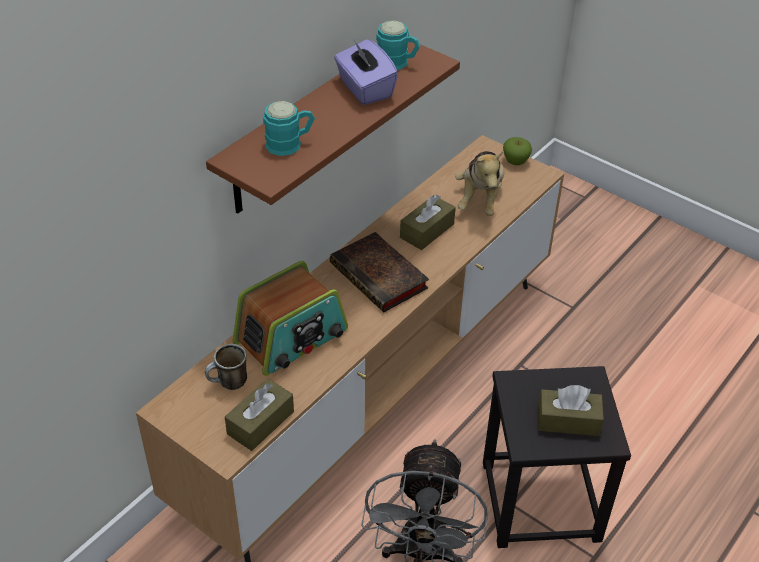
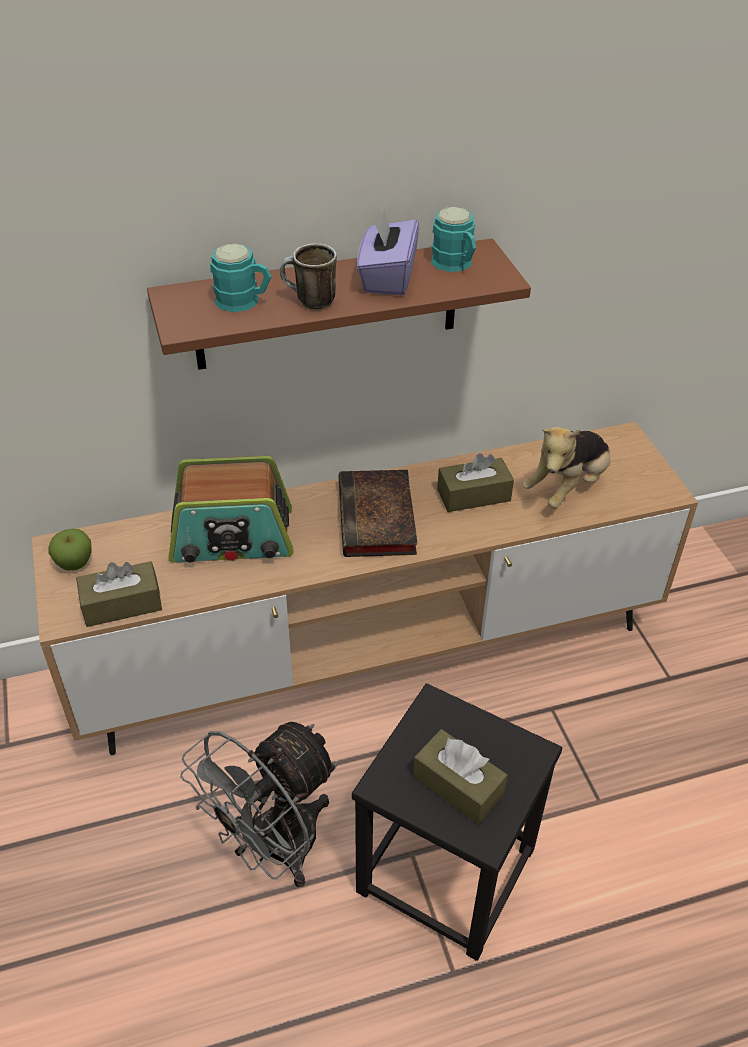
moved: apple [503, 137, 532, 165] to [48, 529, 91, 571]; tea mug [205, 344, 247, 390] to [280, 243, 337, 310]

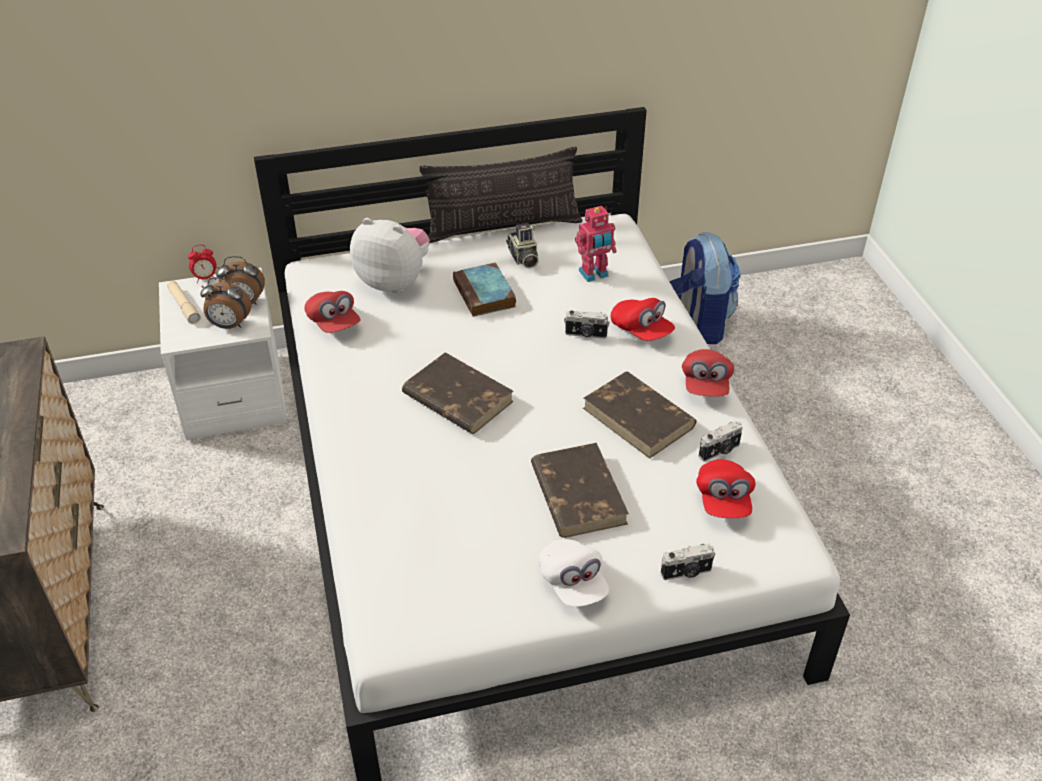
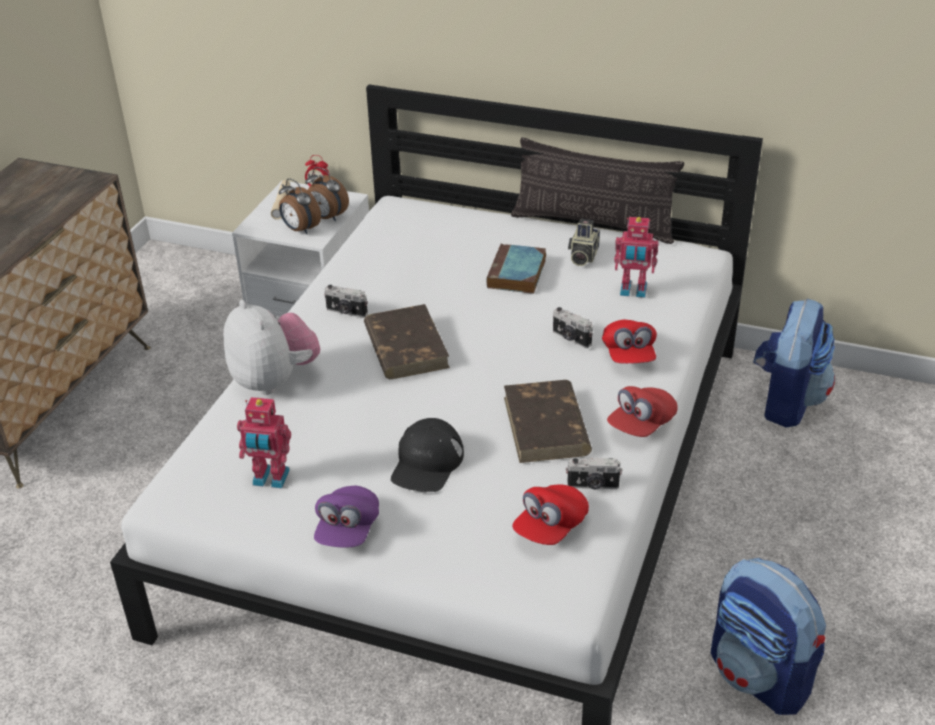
removed: red cap [304, 291, 361, 333]
added: robot figure [237, 397, 291, 488]; backpack [711, 558, 826, 715]
moved: soft toy [350, 218, 430, 293] to [223, 300, 320, 395]; photo camera [661, 544, 715, 580] to [324, 285, 368, 318]
replaced: brownish book [531, 443, 629, 538] to black-coloured cap [391, 418, 464, 492]
recoloured: whitish cap [538, 539, 609, 607] to purple-coloured cap [314, 486, 379, 548]

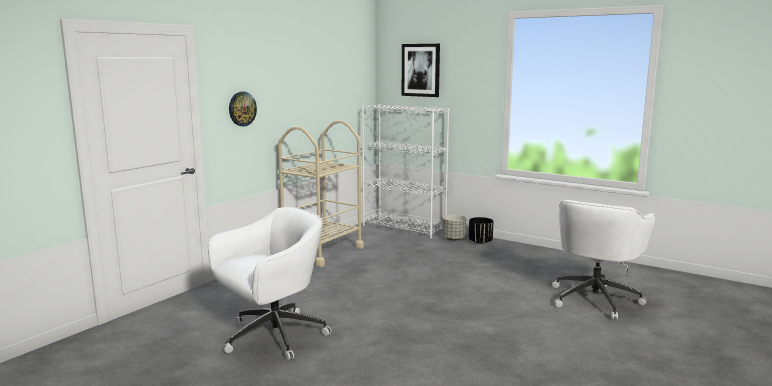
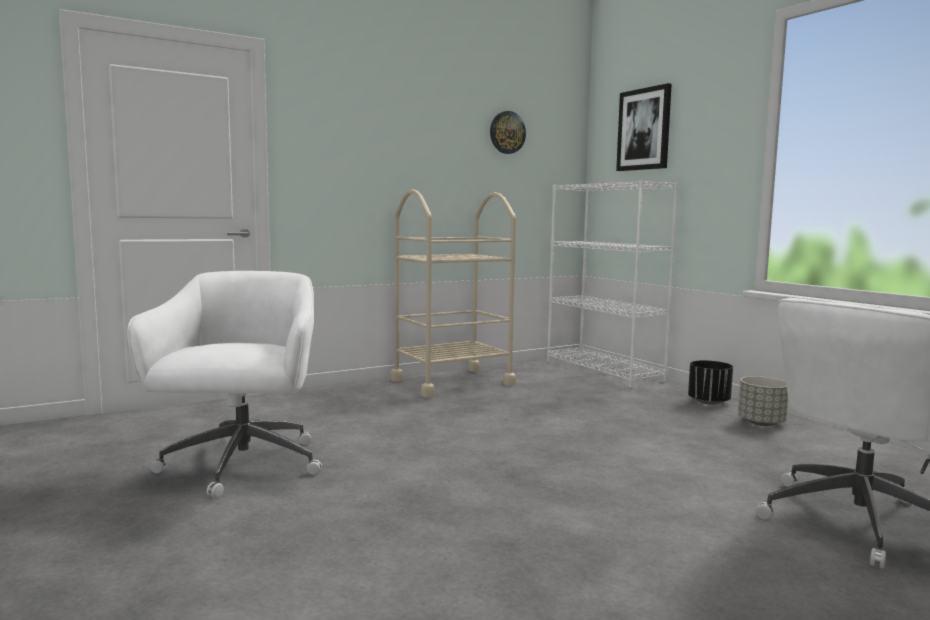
moved: hanging clock [229, 92, 257, 127] to [490, 111, 526, 154]; greyish flower pot [442, 214, 466, 241] to [738, 376, 788, 426]
turned: whitish computer chair [208, 207, 331, 360] = [127, 271, 322, 498] 75 degrees counterclockwise

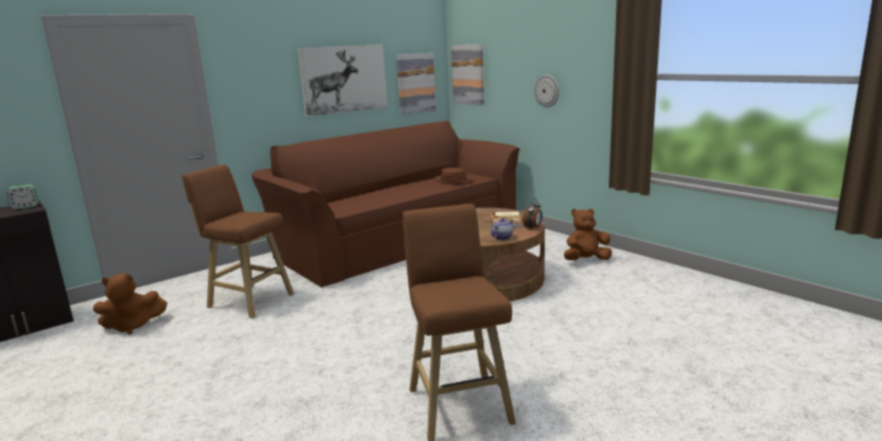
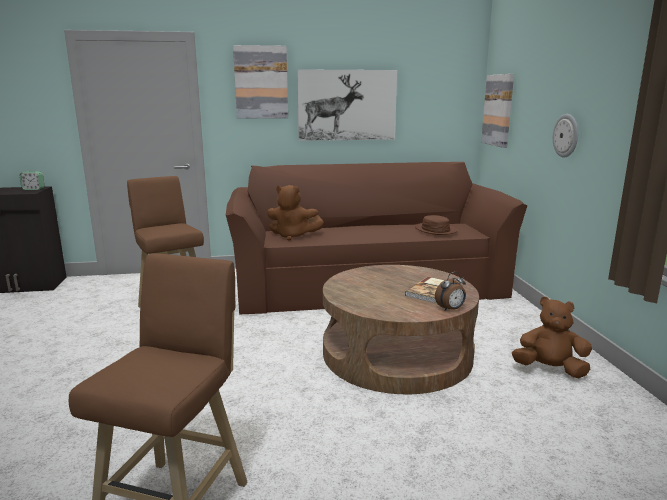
removed: teapot [491, 218, 513, 240]
moved: wall picture [397, 53, 436, 115] to [233, 45, 288, 119]; brownish soft toy [93, 273, 167, 335] to [267, 185, 324, 241]

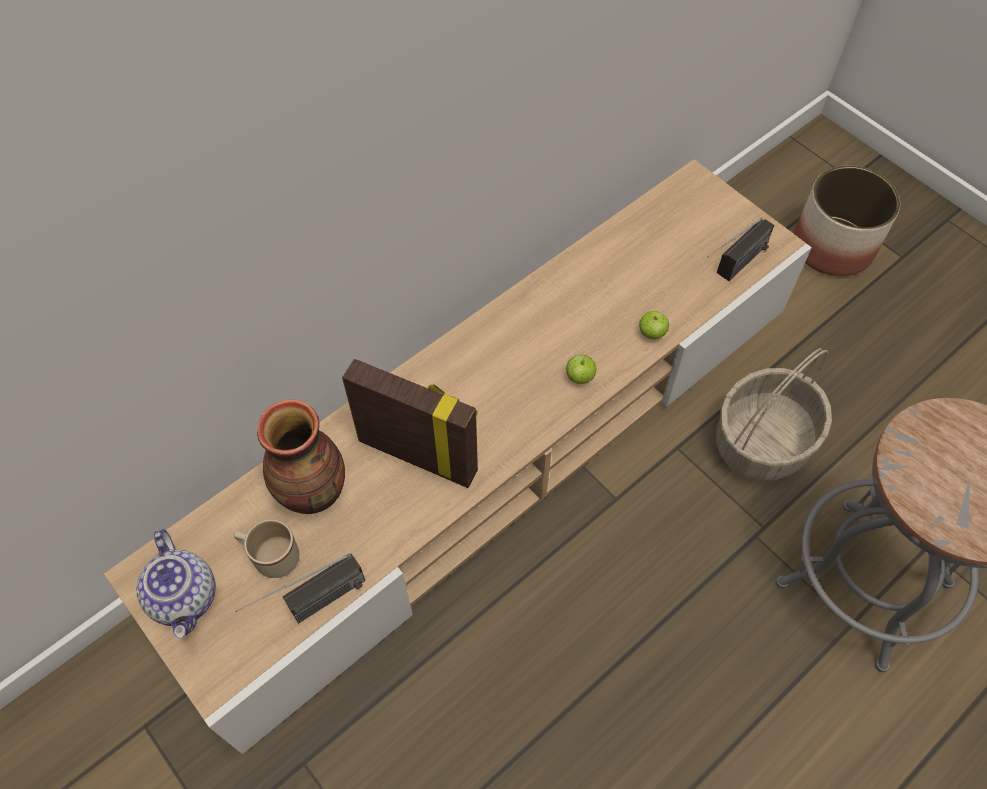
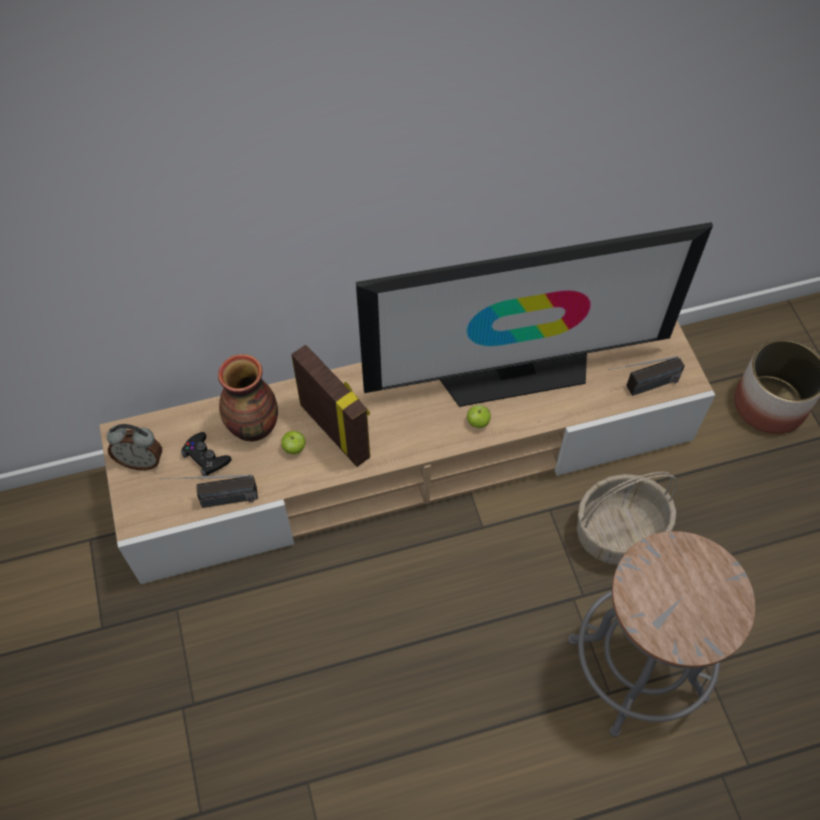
added: TV [356, 222, 713, 407]
moved: apple [639, 311, 669, 339] to [281, 431, 305, 454]
replaced: beige-coloured tea mug [234, 520, 299, 578] to black-coloured gamepad [181, 432, 231, 476]; teapot [136, 529, 216, 639] to bedside clock [107, 424, 162, 470]

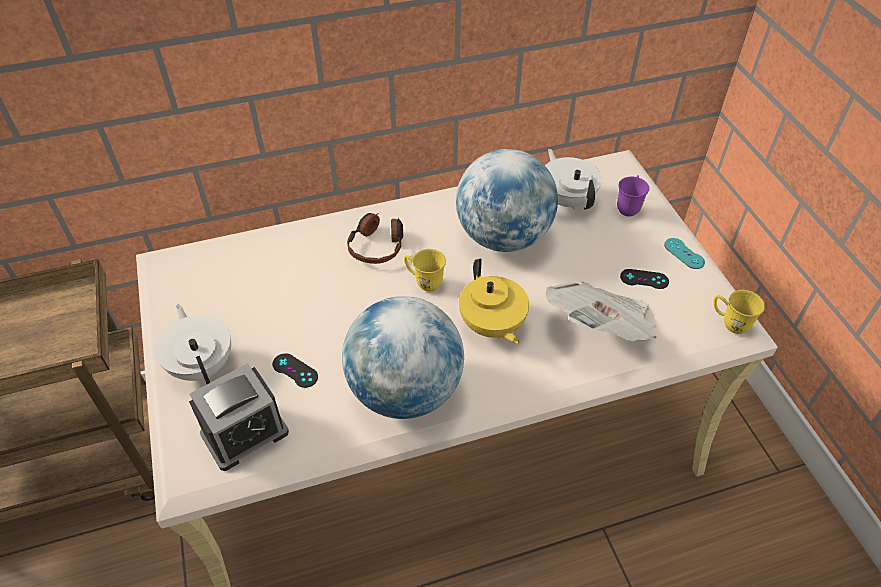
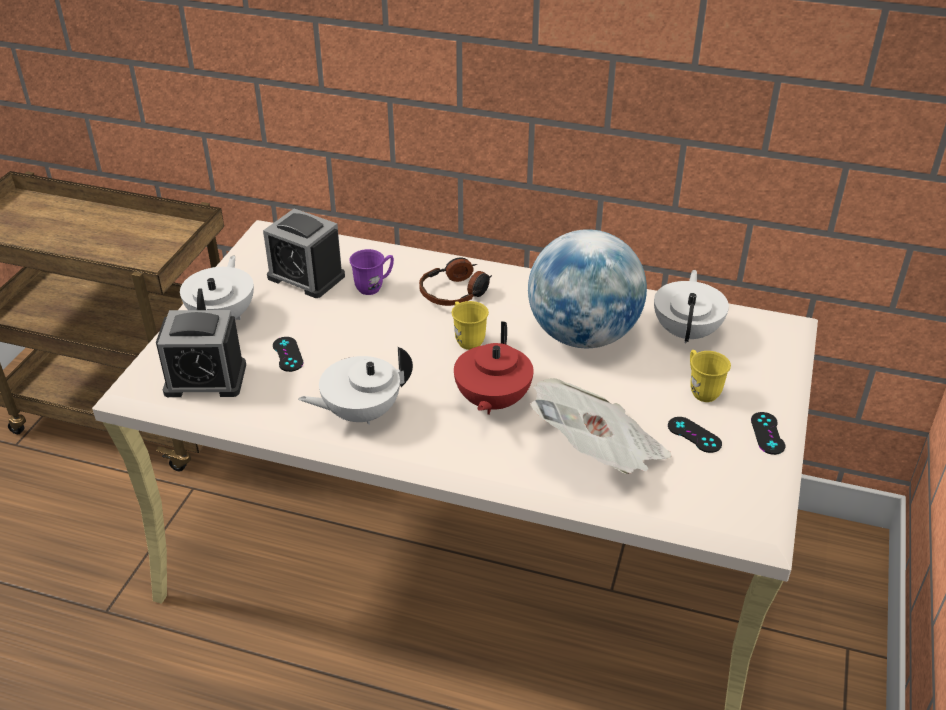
added: bedside clock [263, 208, 345, 298]
moved: purple-coloured tea mug [617, 175, 649, 216] to [349, 249, 394, 295]; yellow-coloured tea mug [714, 290, 765, 334] to [690, 350, 731, 402]
replaced: desk globe [342, 296, 464, 419] to whitish teapot [298, 347, 413, 425]
recoloured: turquoise gamepad [664, 238, 705, 269] to black-coloured gamepad [751, 412, 785, 455]; yellow-coloured teapot [459, 259, 529, 344] to red teapot [454, 321, 533, 415]

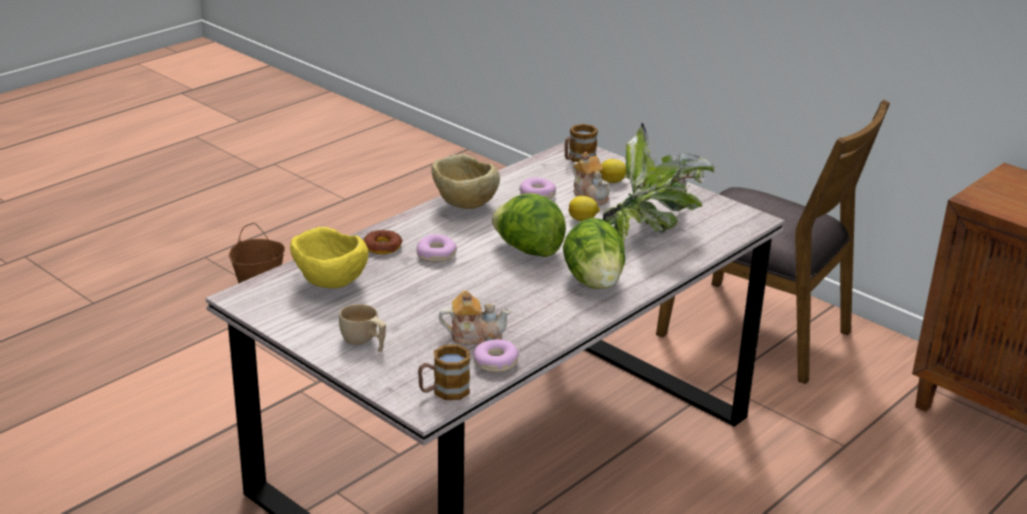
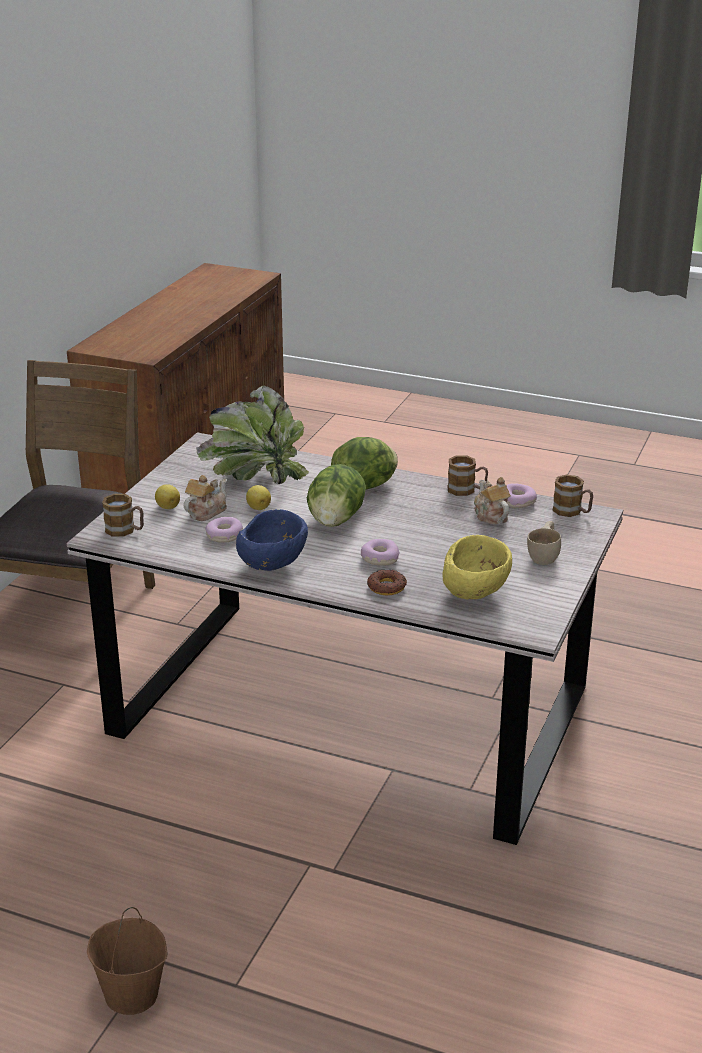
added: tea mug [447, 455, 488, 496]
recoloured: beige-coloured serving bowl [431, 154, 500, 209] to bluish serving bowl [236, 509, 308, 571]

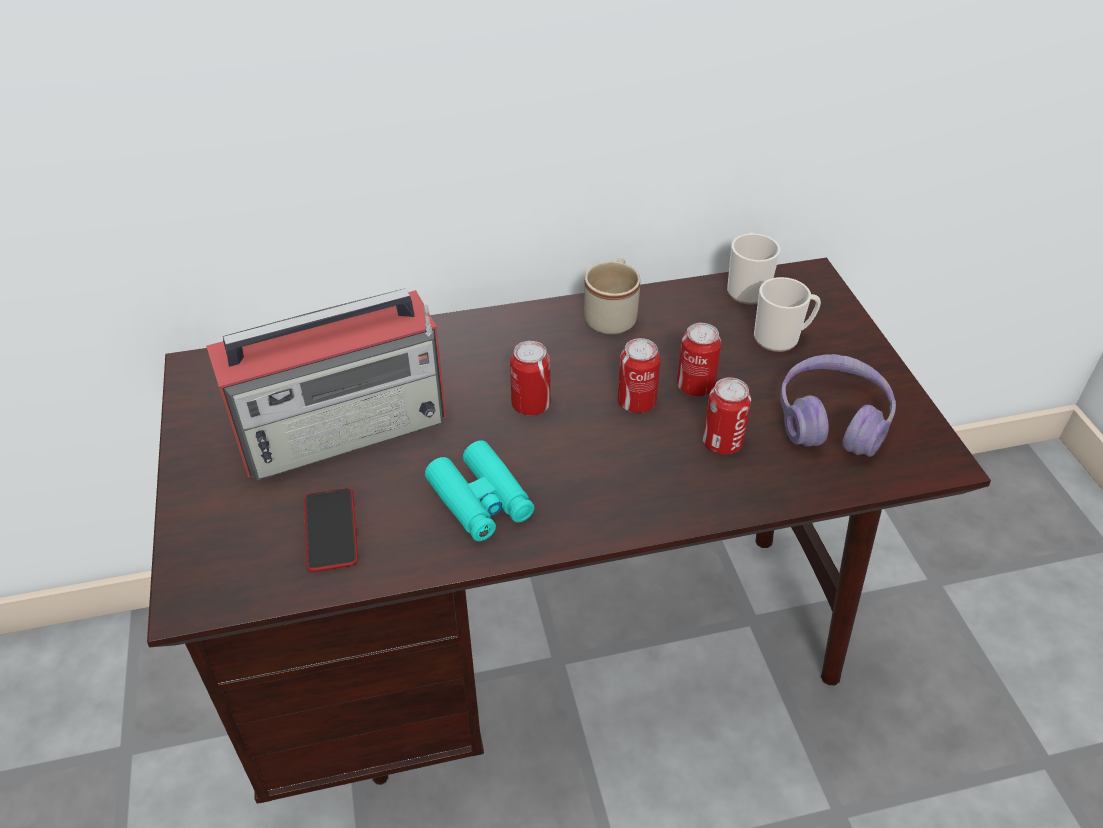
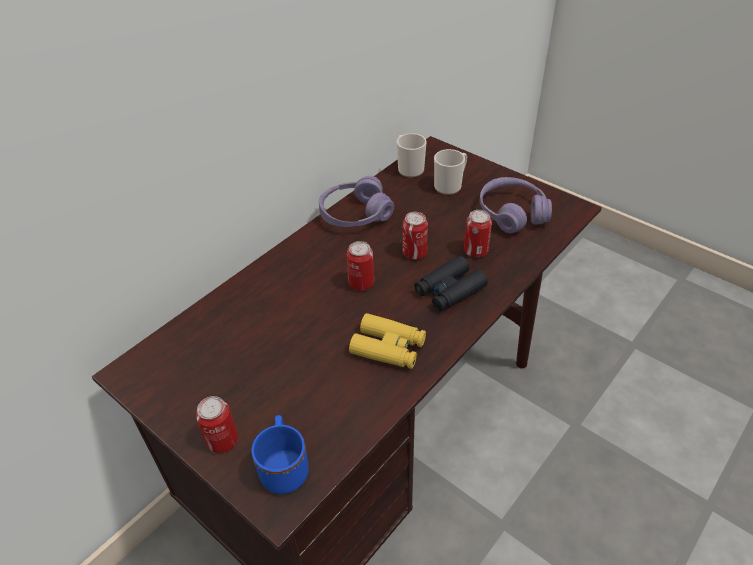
removed: radio [206, 288, 446, 481]; phone [304, 488, 358, 572]
added: black-coloured field glasses [414, 256, 488, 311]; bluish tea mug [251, 415, 309, 494]
moved: sealed can [677, 323, 721, 396] to [196, 396, 238, 453]
replaced: beige-coloured tea mug [584, 258, 640, 335] to purple-coloured pair of headphones [319, 176, 394, 227]
recoloured: turquoise field glasses [425, 440, 535, 541] to yellow-coloured field glasses [349, 313, 426, 369]

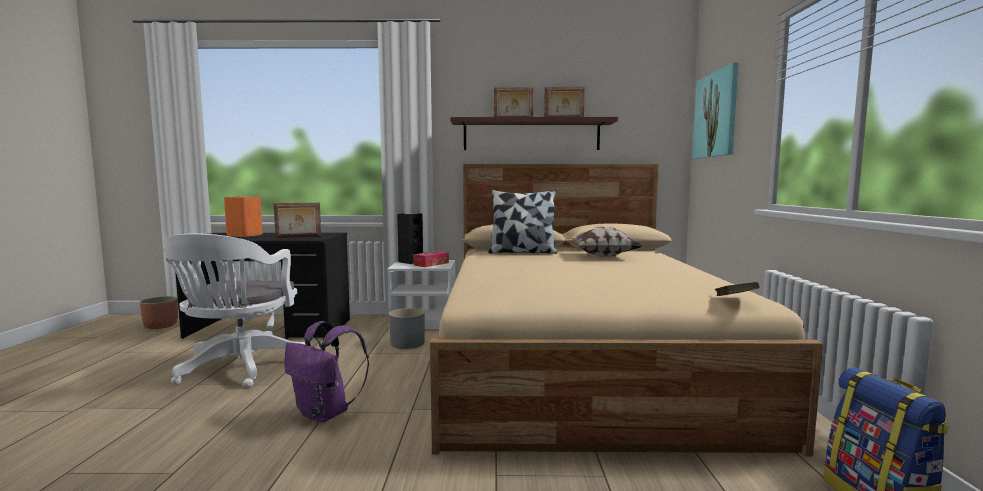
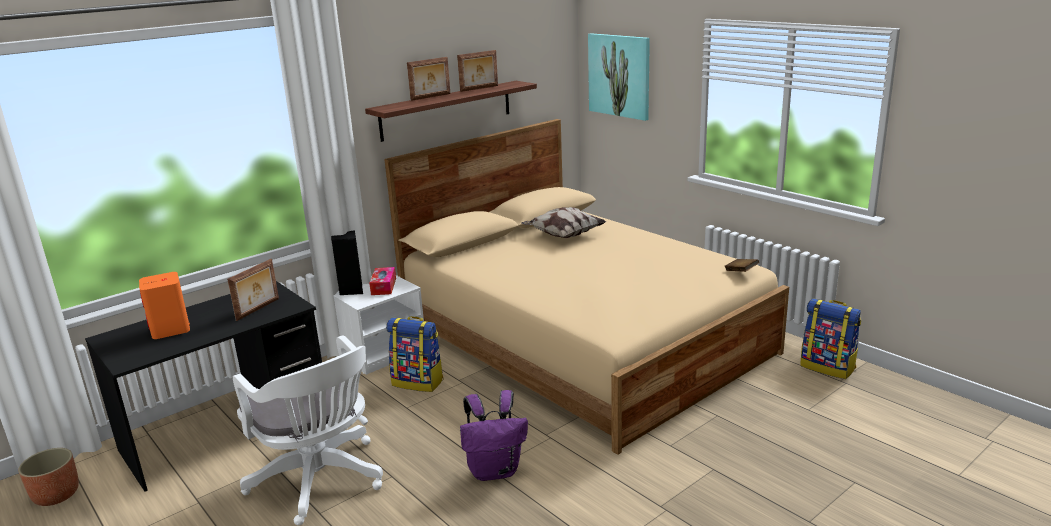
removed: pillow [488, 190, 557, 254]
replaced: greyish flower pot [389, 308, 425, 349] to backpack [386, 316, 444, 392]

